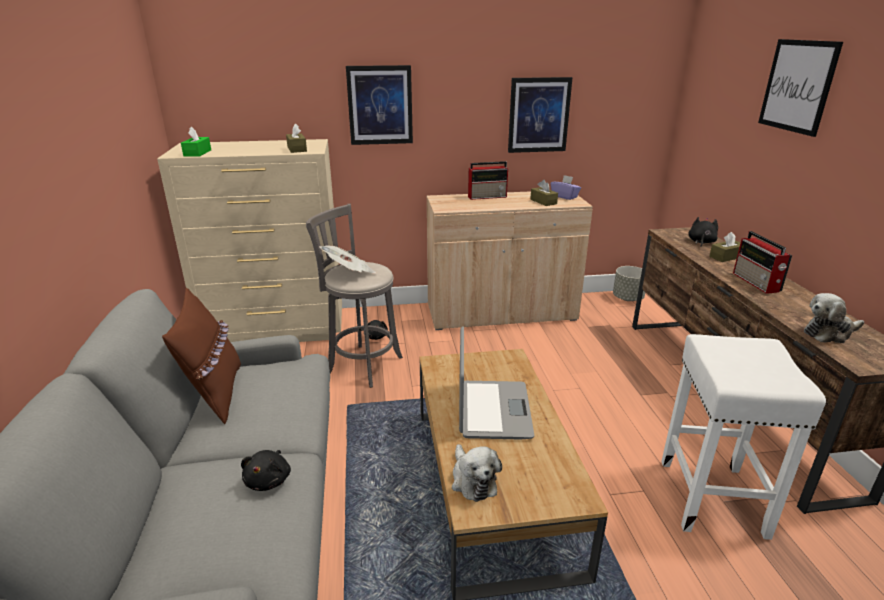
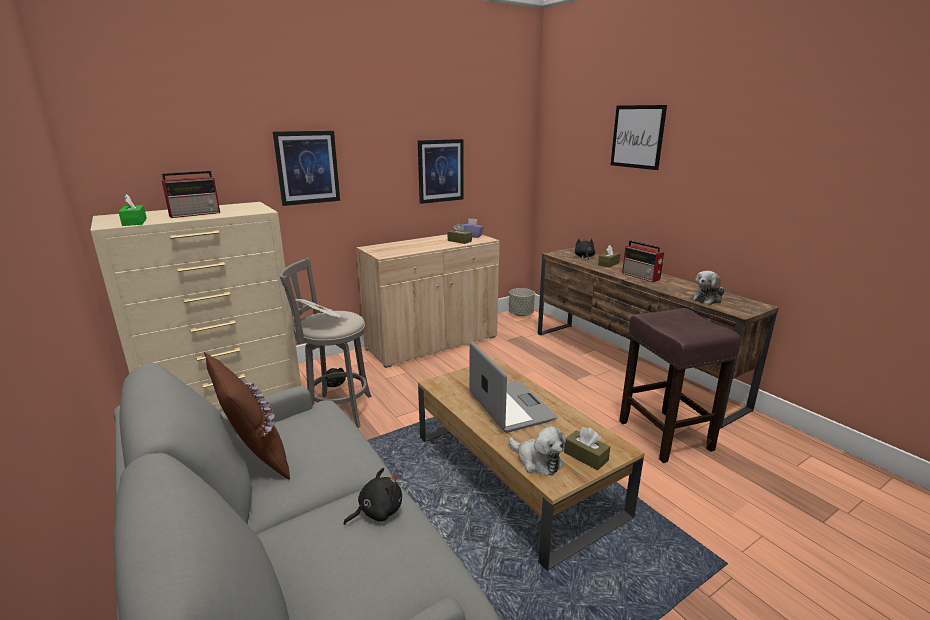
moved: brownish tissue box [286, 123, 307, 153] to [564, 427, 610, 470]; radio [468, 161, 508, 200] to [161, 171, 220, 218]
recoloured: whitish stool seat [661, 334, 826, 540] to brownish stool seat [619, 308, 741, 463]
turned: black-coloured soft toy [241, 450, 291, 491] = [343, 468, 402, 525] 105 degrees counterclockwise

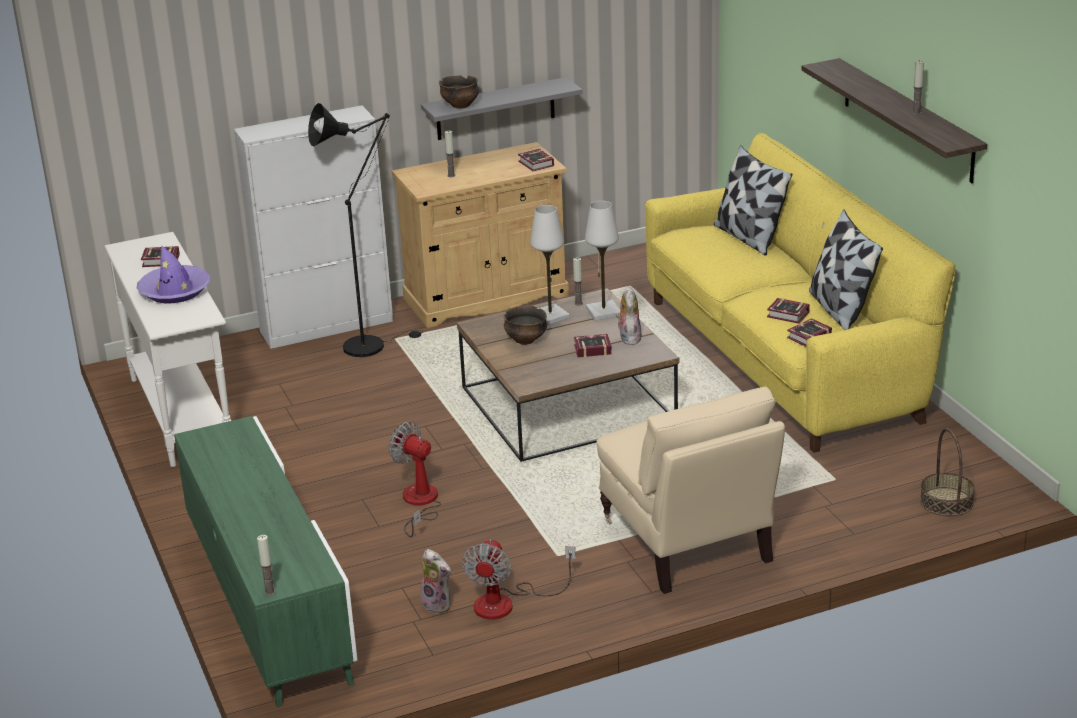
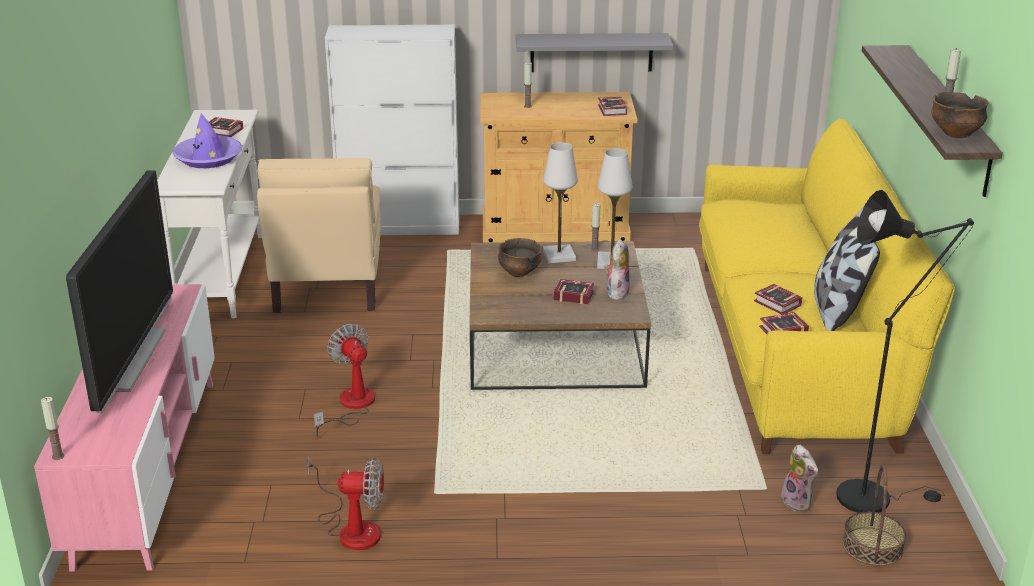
removed: pillow [714, 145, 793, 256]
added: TV [66, 170, 173, 414]
moved: serving bowl [439, 76, 479, 109] to [931, 92, 988, 138]; black-coloured floor lamp [308, 103, 424, 357] to [836, 190, 974, 513]; beige-coloured easy chair [597, 387, 785, 594] to [257, 158, 381, 313]; soft toy [421, 549, 452, 614] to [781, 445, 818, 511]
recoloured: greenish tv unit [174, 416, 357, 707] to pink-coloured tv unit [34, 284, 215, 572]
turned: electric fan [462, 539, 576, 620] = [307, 455, 384, 550] 120 degrees counterclockwise

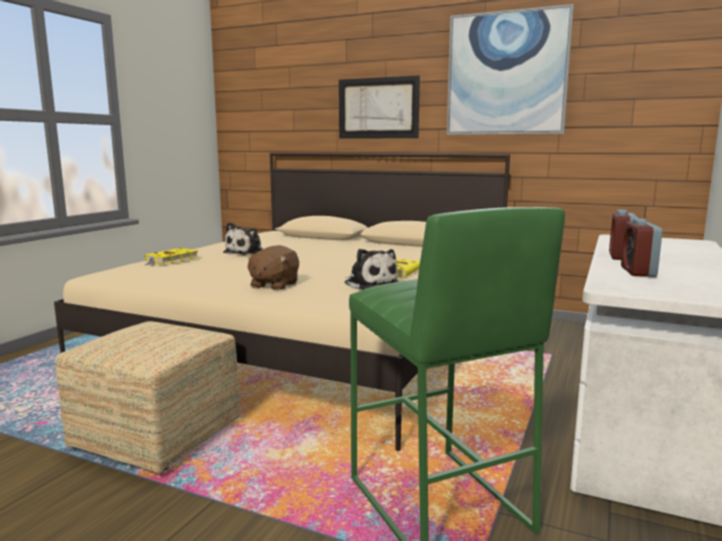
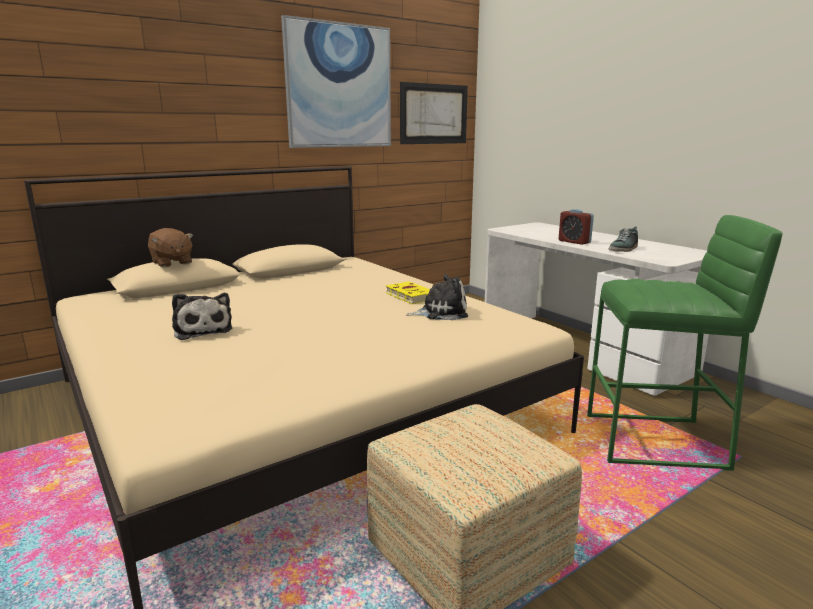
removed: yellow-coloured book [144, 248, 198, 265]
moved: wall picture [339, 75, 420, 139] to [400, 82, 468, 144]; brownish soft toy [245, 245, 299, 290] to [148, 228, 193, 267]
replaced: bedside clock [621, 218, 662, 277] to shoe [609, 227, 638, 252]

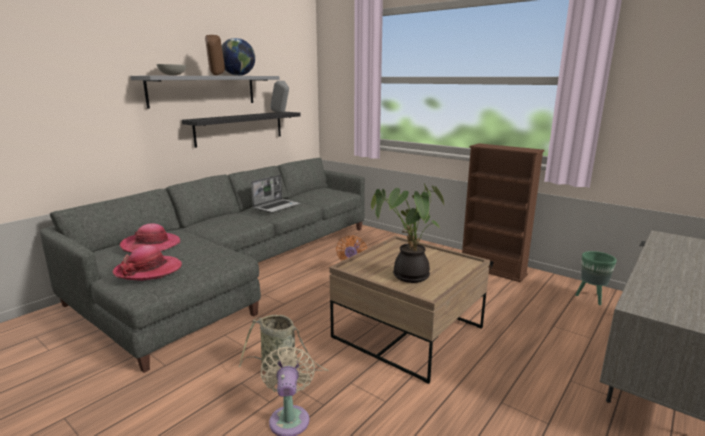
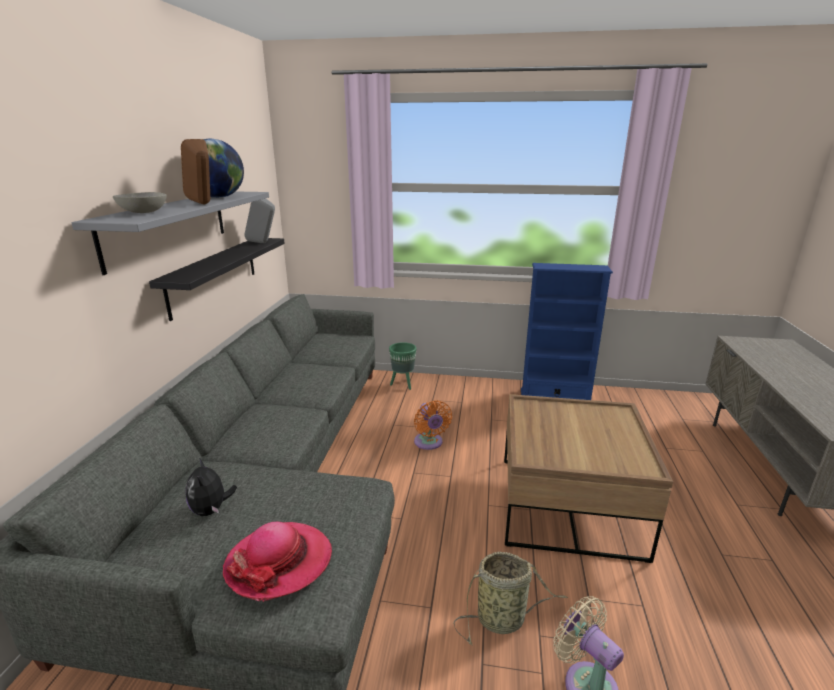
removed: laptop [251, 175, 300, 213]; potted plant [371, 183, 445, 283]
moved: greenish flower pot [575, 251, 617, 305] to [389, 342, 416, 390]
replaced: hat [120, 223, 180, 253] to soft toy [186, 458, 237, 516]
recoloured: brownish bookcase [462, 143, 545, 282] to bluish bookcase [521, 263, 613, 400]

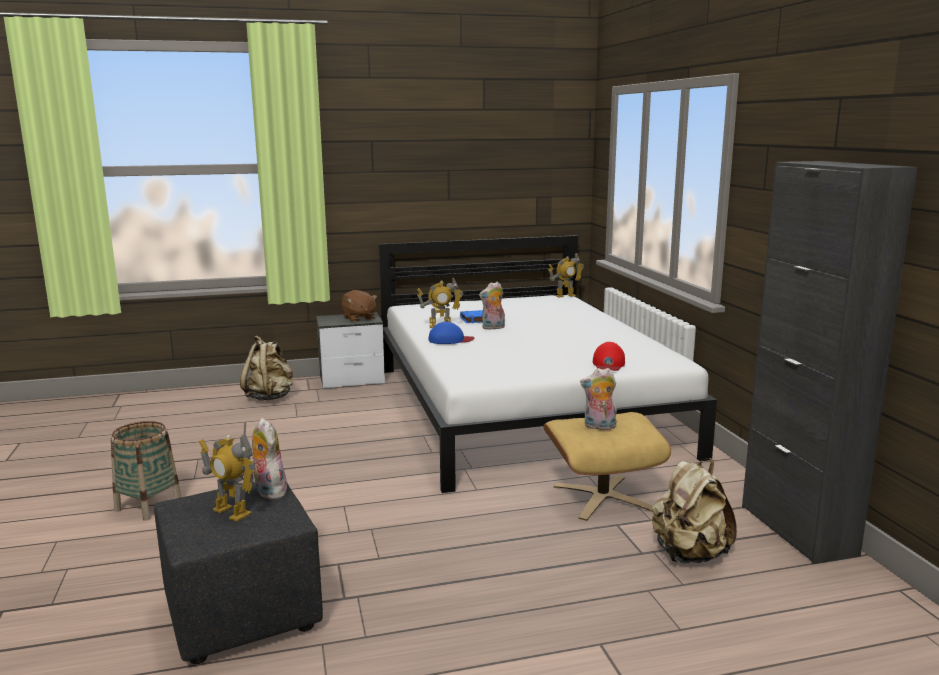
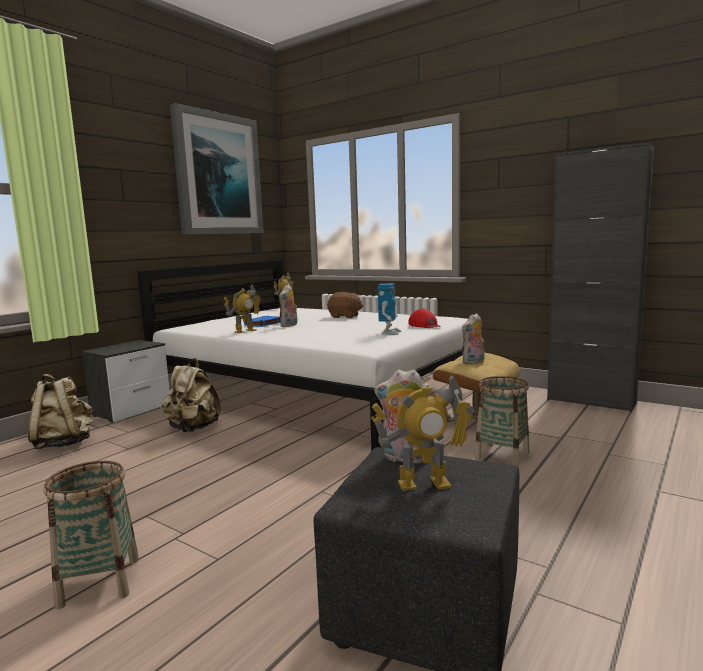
removed: bluish cap [428, 322, 475, 344]
added: wall picture [170, 103, 264, 234]; robot figure [377, 284, 401, 335]; storage basket [475, 376, 529, 467]
moved: brownish soft toy [341, 290, 377, 322] to [327, 292, 363, 318]; beige-coloured backpack [652, 458, 737, 564] to [162, 358, 221, 432]

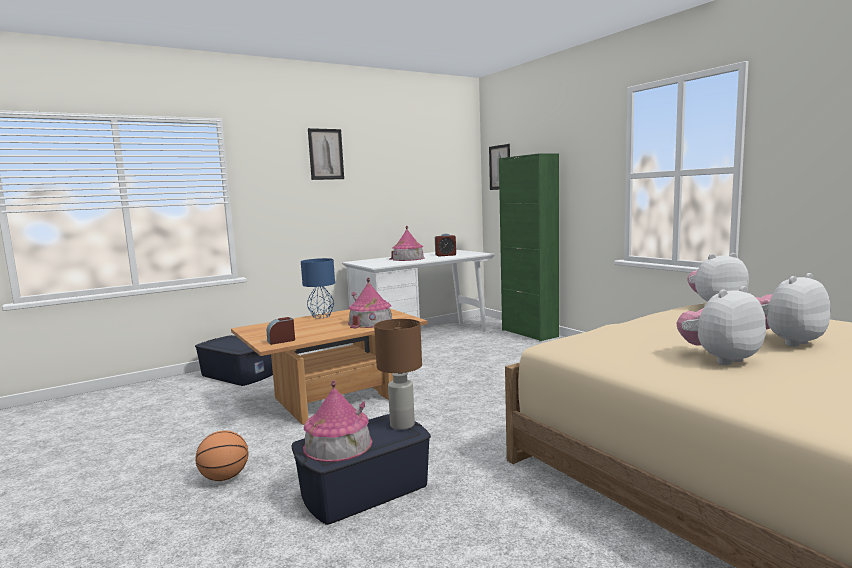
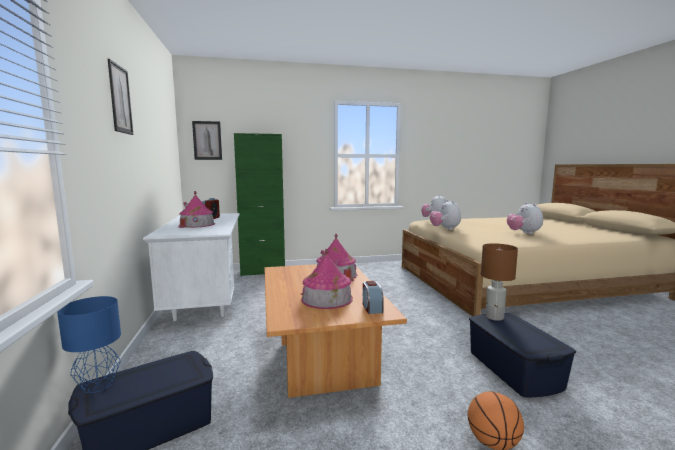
moved: bluish table lamp [301, 258, 335, 319] to [57, 296, 121, 393]; soft toy [756, 273, 831, 347] to [430, 200, 461, 230]; toy house [303, 380, 372, 462] to [300, 248, 353, 309]

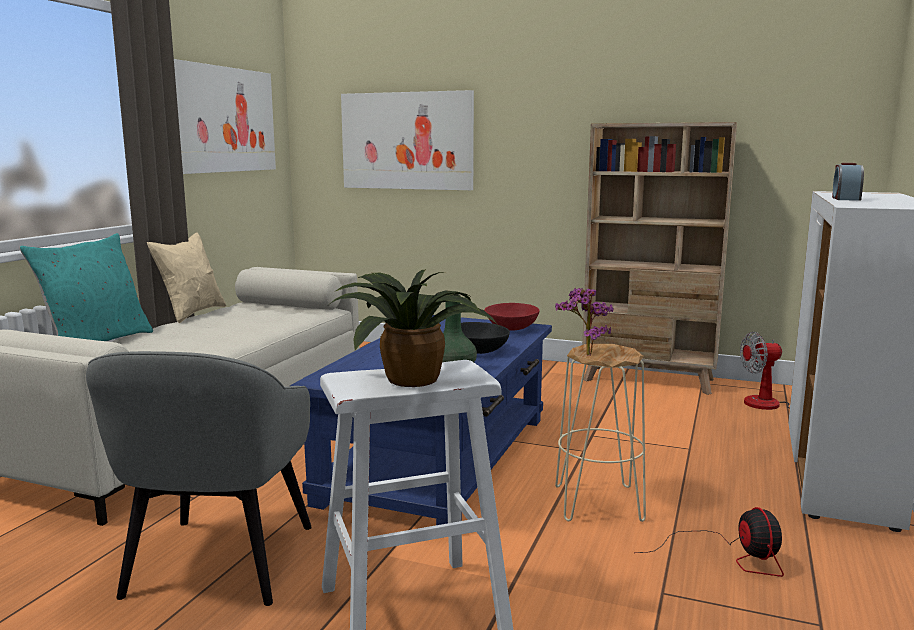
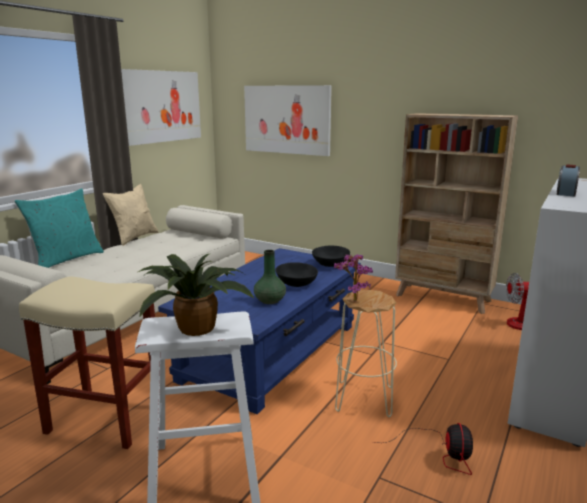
replaced: greyish easy chair [86, 351, 312, 606] to beige-coloured stool seat [19, 276, 155, 449]
recoloured: red serving bowl [484, 303, 540, 331] to black-coloured serving bowl [312, 246, 350, 267]

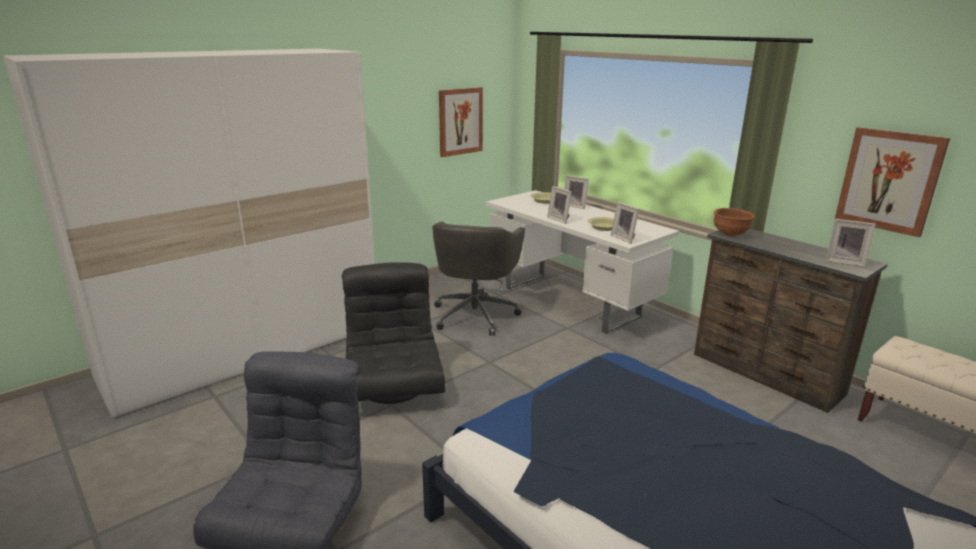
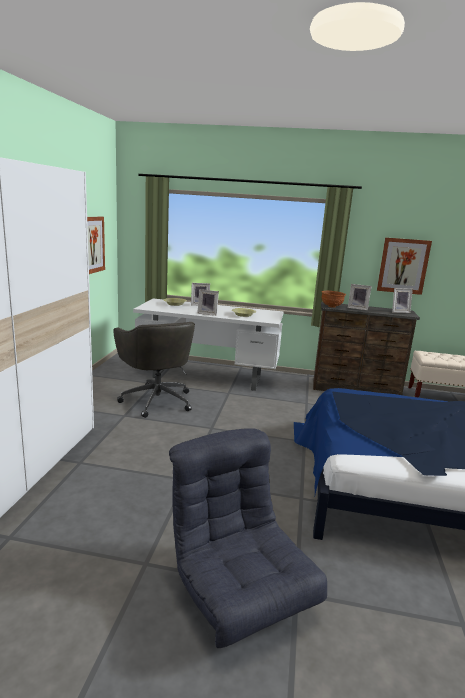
removed: black-coloured easy chair [342, 262, 445, 404]
moved: standing frame [611, 202, 639, 244] to [348, 284, 372, 310]

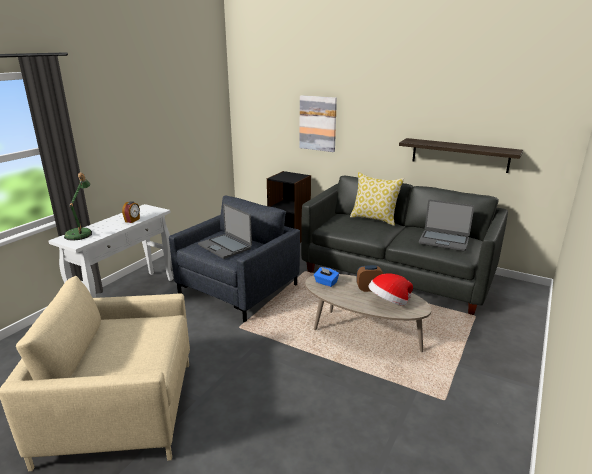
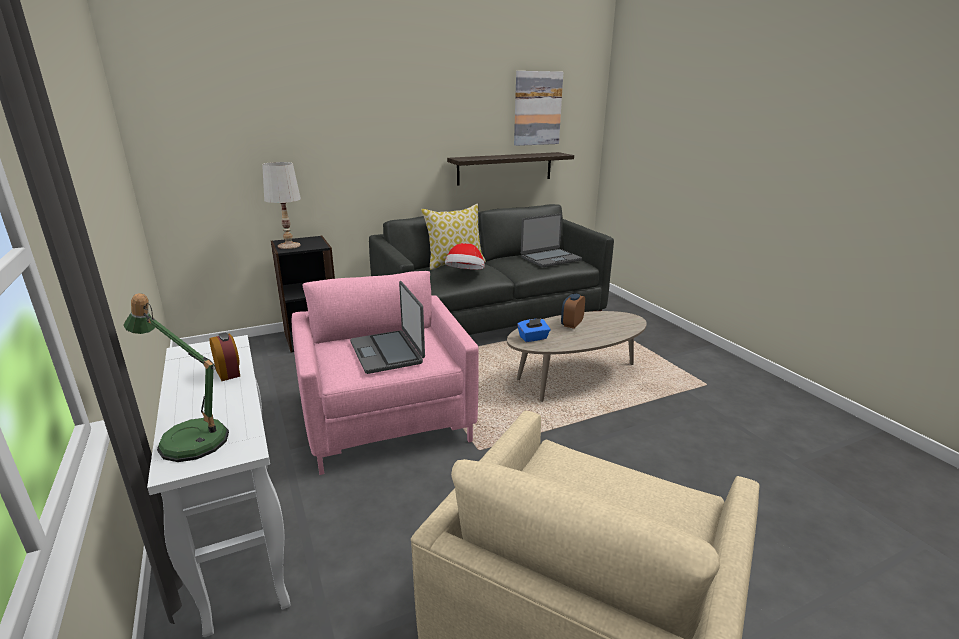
added: whitish table lamp [262, 162, 301, 249]
moved: wall picture [300, 95, 337, 152] to [514, 71, 563, 146]; hat [368, 273, 413, 306] to [445, 243, 485, 270]
recoloured: greyish easy chair [169, 196, 300, 322] to pink-coloured easy chair [292, 271, 479, 475]
turned: laptop [198, 204, 252, 259] = [350, 281, 425, 374] 75 degrees clockwise

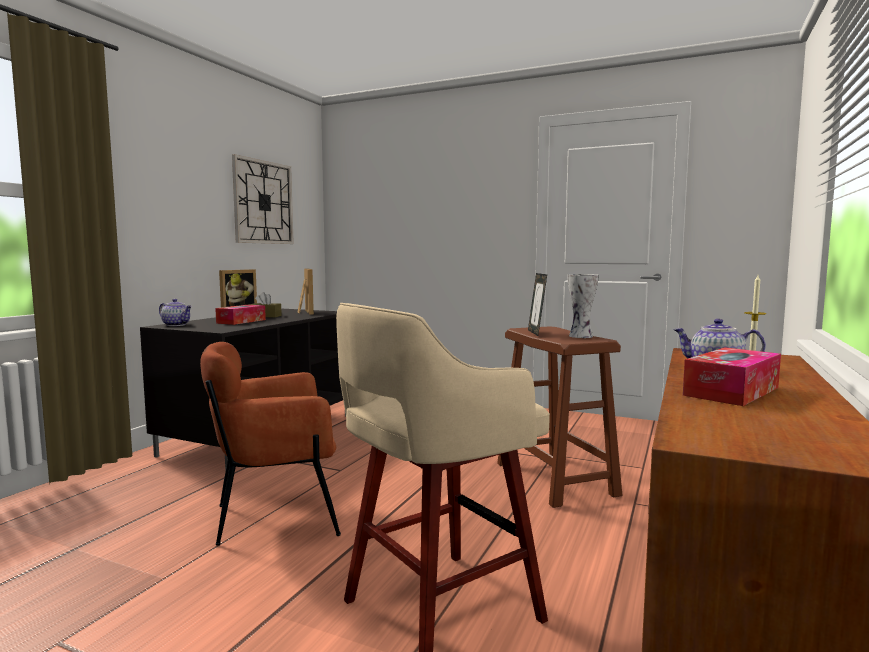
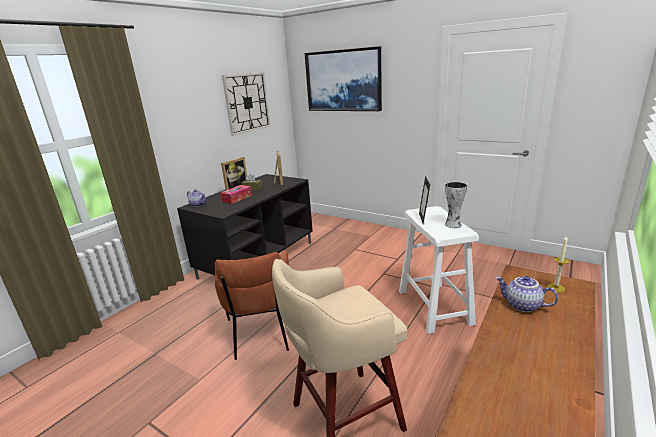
removed: tissue box [683, 347, 781, 406]
added: wall picture [305, 46, 382, 111]
recoloured: brownish stool seat [497, 326, 622, 508] to whitish stool seat [399, 206, 479, 334]
turned: brownish easy chair [200, 342, 341, 546] = [214, 250, 289, 360] 90 degrees counterclockwise

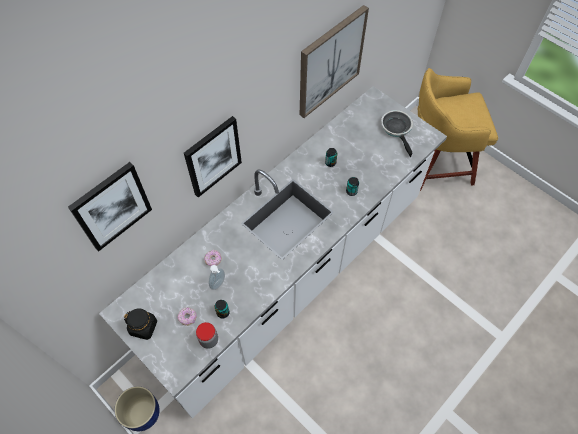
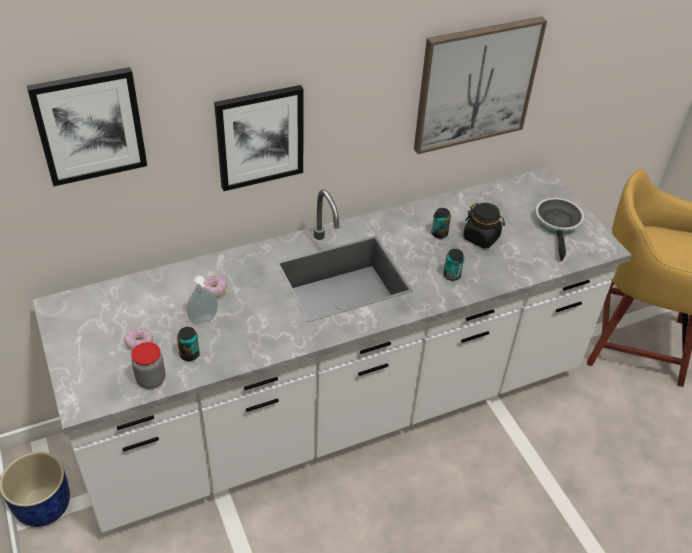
moved: black-coloured jar [124, 308, 157, 340] to [463, 203, 505, 249]

